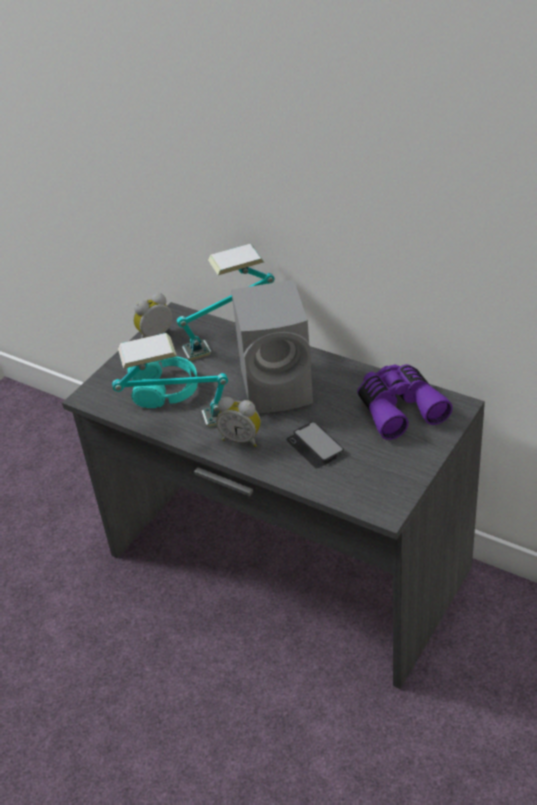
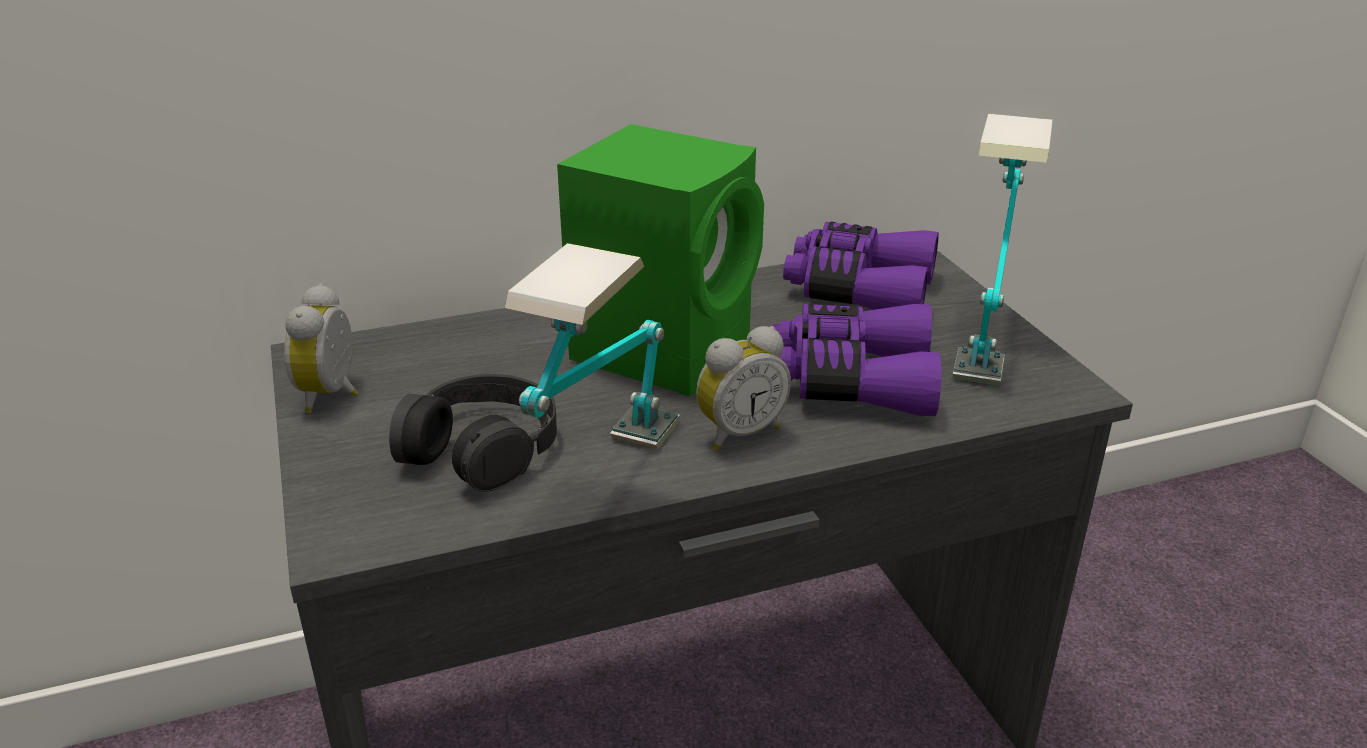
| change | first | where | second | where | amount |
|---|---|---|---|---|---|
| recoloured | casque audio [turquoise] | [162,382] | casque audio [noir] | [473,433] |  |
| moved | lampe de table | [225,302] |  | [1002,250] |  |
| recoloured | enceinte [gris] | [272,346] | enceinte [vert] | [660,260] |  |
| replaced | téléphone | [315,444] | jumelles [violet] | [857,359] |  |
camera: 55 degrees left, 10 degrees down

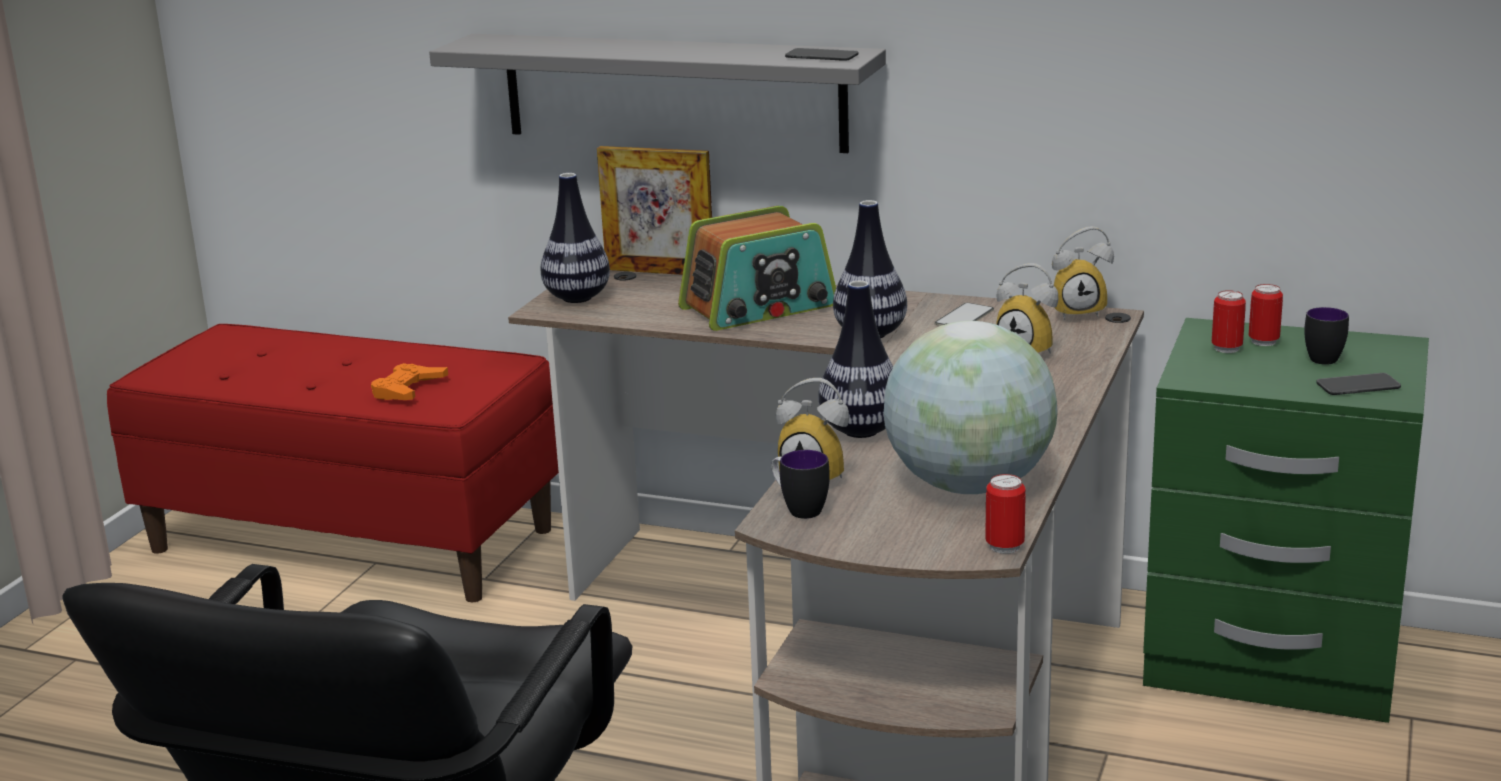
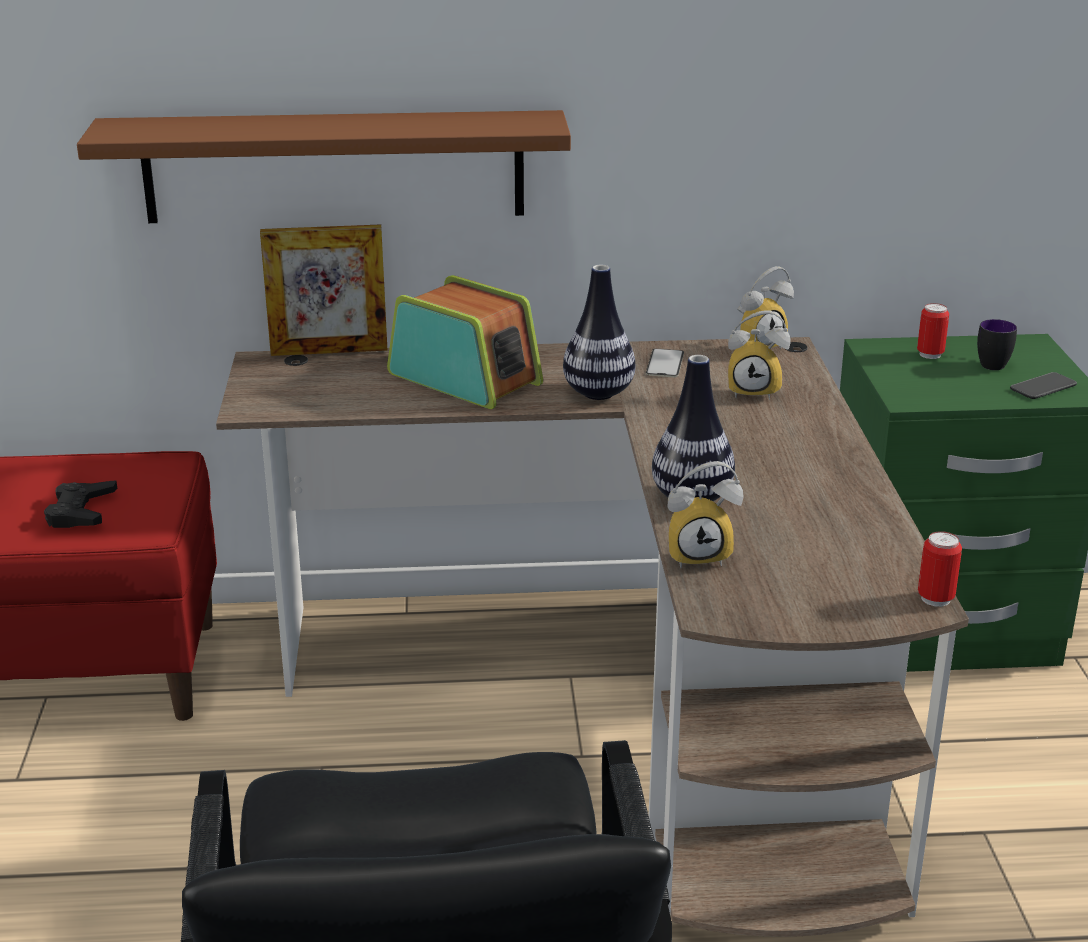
| change | first | where | second | where | amount |
|---|---|---|---|---|---|
| recoloured | manette [orange] | [409,381] | manette [noir] | [81,504] |  |
| recoloured | étagère [gris] | [657,93] | étagère [marron] | [324,166] |  |
| removed | vase | [575,238] |  |  |  |
| turned | radio | [757,268] |  | [465,342] | 90 degrees counterclockwise |
| removed | mug | [800,484] |  |  |  |
| removed | téléphone | [821,54] |  |  |  |
| removed | globe | [971,407] |  |  |  |
| removed | boîte métallique | [1229,321] |  |  |  |
camera: 25 degrees left, 5 degrees up

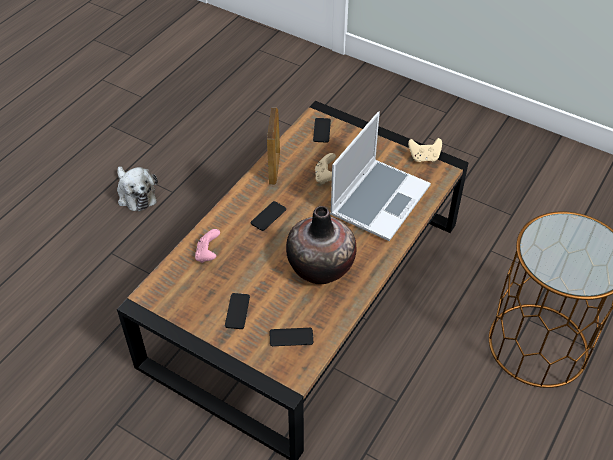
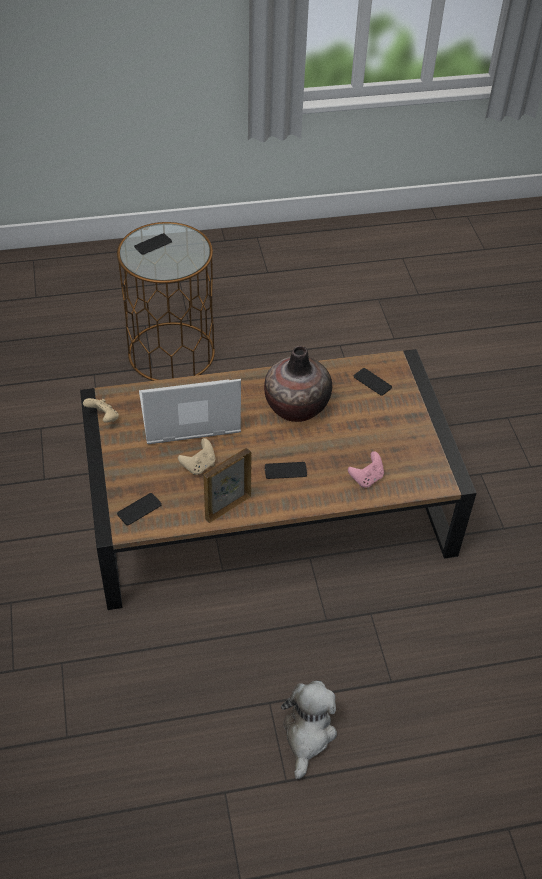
| change | first | where | second | where | amount |
|---|---|---|---|---|---|
| moved | téléphone | [237,311] |  | [153,244] |  |
camera: 135 degrees left, 0 degrees up

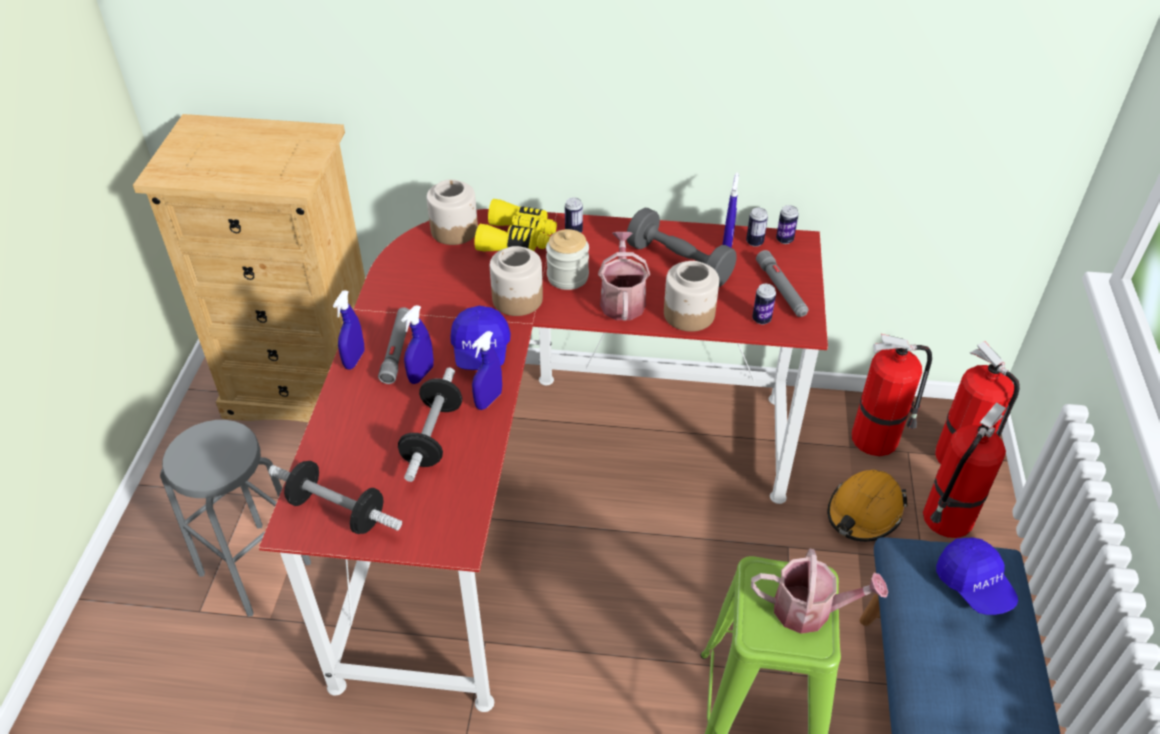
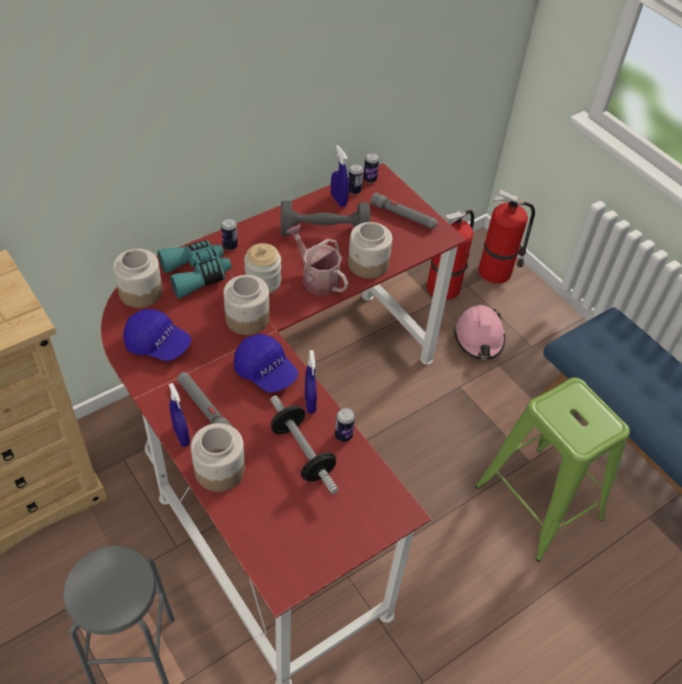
| change | first | where | second | where | amount |
|---|---|---|---|---|---|
| removed | haltère | [335,497] |  |  |  |
| removed | vaporisateur [bleu] | [417,344] |  |  |  |
| recoloured | jumelles [jaune] | [515,225] | jumelles [turquoise] | [194,269] |  |
| removed | arrosoir | [819,591] |  |  |  |
| moved | boîte métallique | [764,304] |  | [345,425] |  |
| recoloured | casque de chantier [orange] | [867,506] | casque de chantier [rose] | [479,332] |  |
| removed | extincteur | [964,470] |  |  |  |
| moved | casquette [bleu] | [977,576] |  | [157,335] |  |
| added |  |  | bocal | [218,457] |  |
camera: 45 degrees left, 5 degrees up

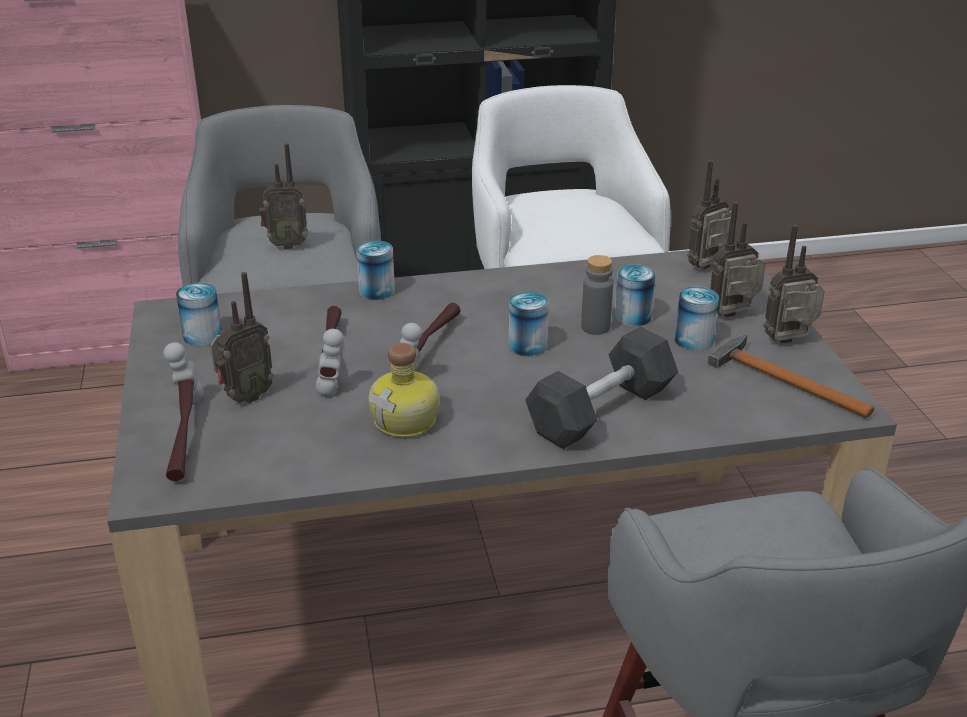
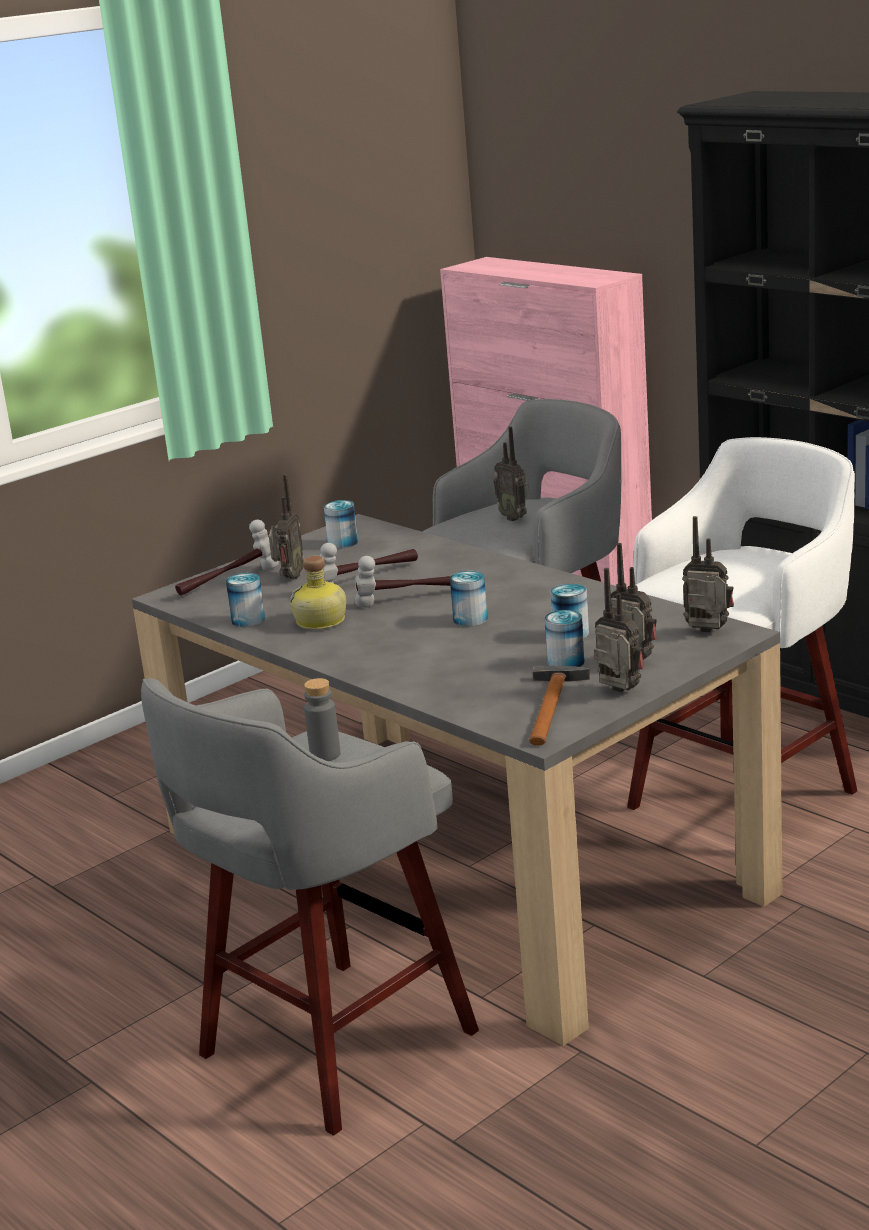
| change | first | where | second | where | amount |
|---|---|---|---|---|---|
| turned | radio | [242,337] |  | [286,526] | 90 degrees counterclockwise |
| moved | boîte métallique | [375,270] |  | [245,600] |  |
| removed | haltère [gris] | [601,388] |  |  |  |
| moved | bouteille [gris] | [597,295] |  | [322,719] |  |
camera: 60 degrees right, 10 degrees down

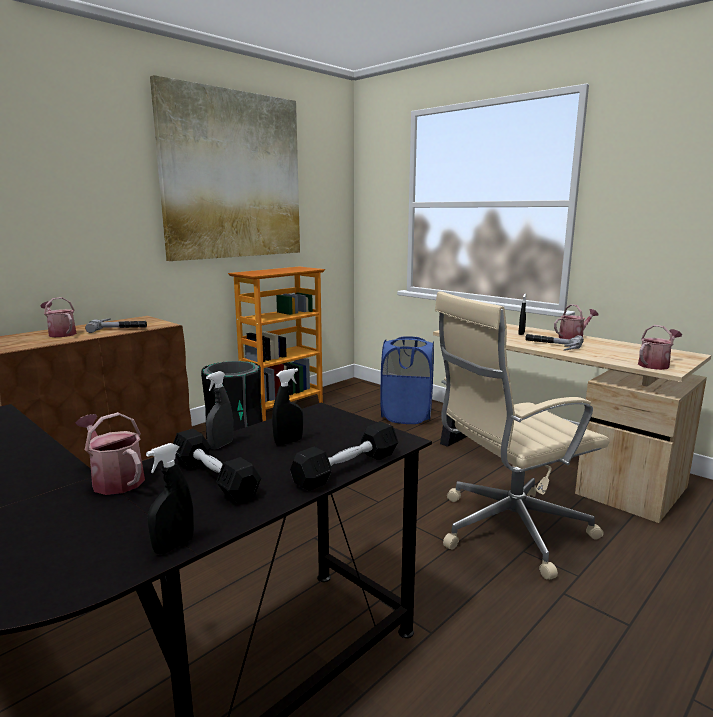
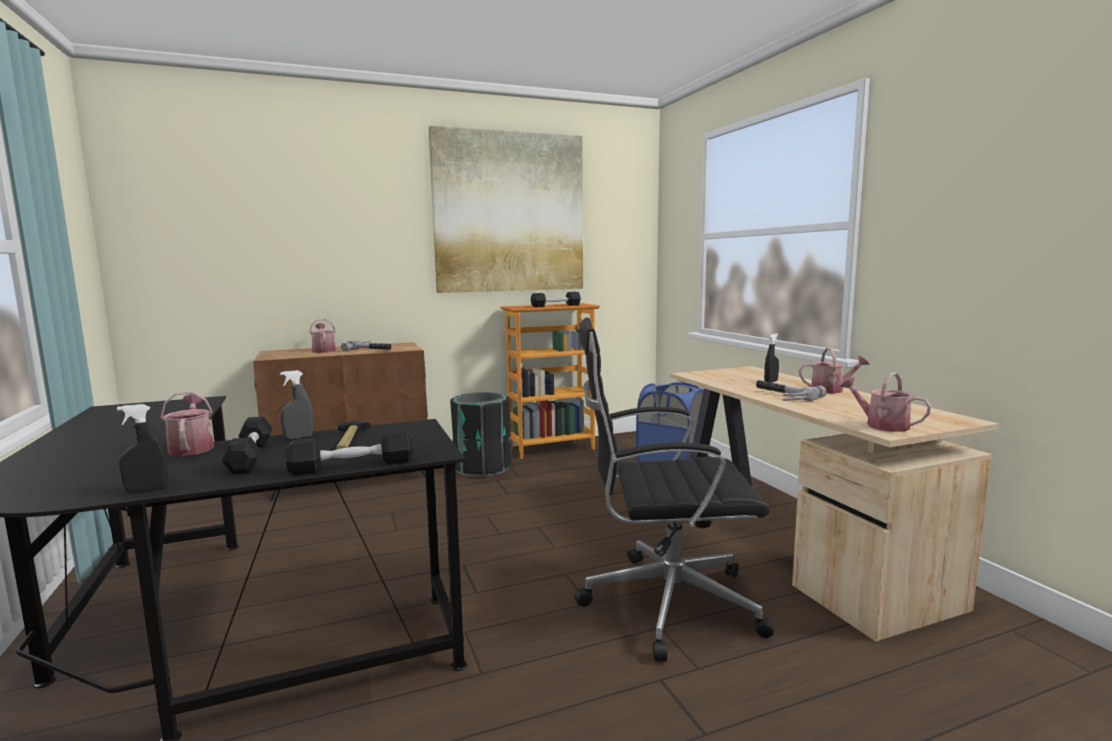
| change | first | where | second | where | amount |
|---|---|---|---|---|---|
| replaced | vaporisateur [noir] | [287,406] | marteau | [353,435] |  |
| recoloured | chaise de bureau [beige] | [522,435] | chaise de bureau [noir] | [674,489] |  |
| turned | arrosoir | [660,347] |  | [885,402] | 120 degrees counterclockwise |
| added |  |  | haltère [noir] | [556,299] |  |
camera: 25 degrees right, 5 degrees down

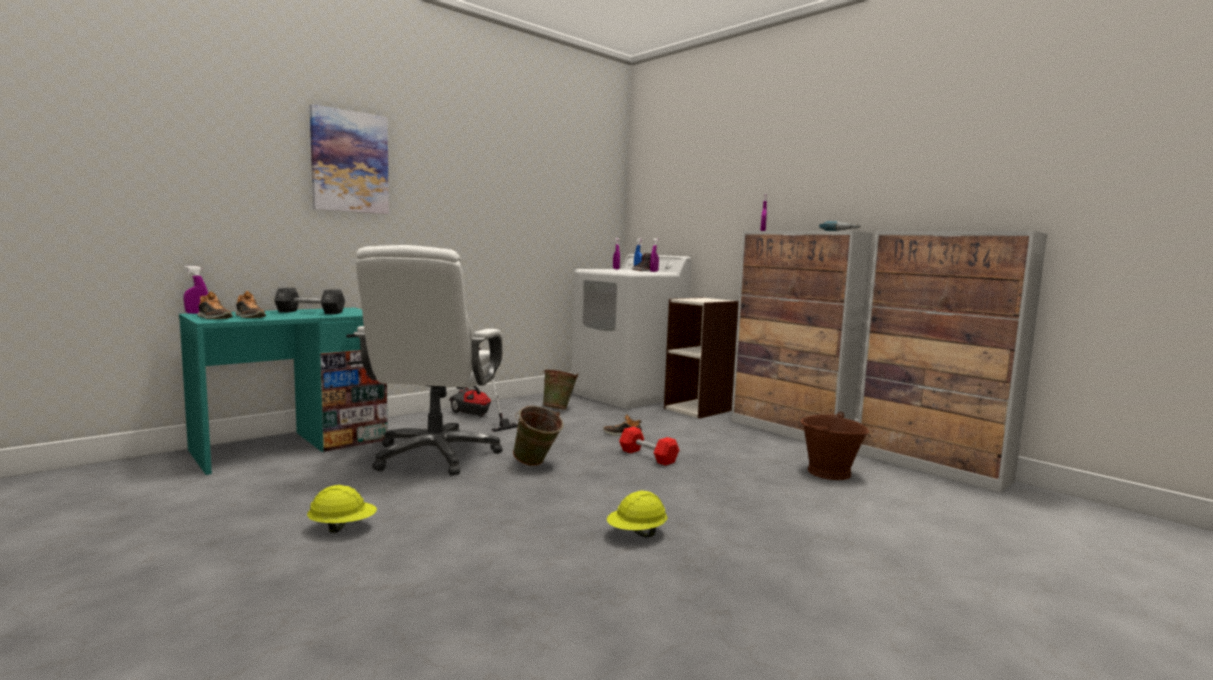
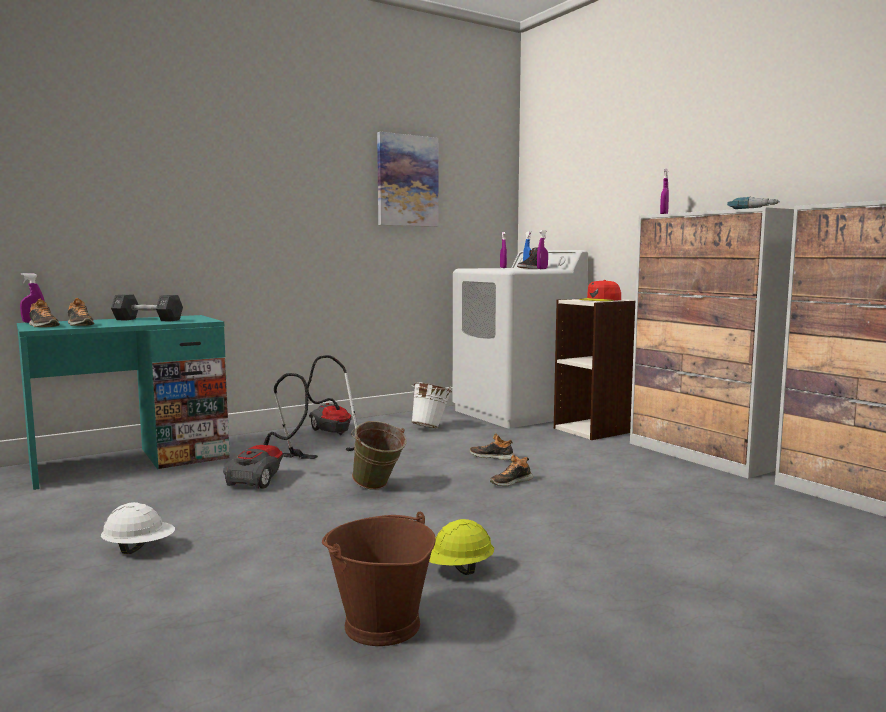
| change | first | where | second | where | amount |
|---|---|---|---|---|---|
| recoloured | casque de chantier [jaune] | [342,509] | casque de chantier [blanc] | [138,528] |  |
| moved | tableau | [349,159] |  | [407,179] |  |
| replaced | chaise de bureau [blanc] | [428,360] | aspirateur | [270,431] |  |
| recoloured | seau [vert] | [560,389] | seau [blanc] | [431,405] |  |
| replaced | haltère [rouge] | [649,446] | chaussure | [511,470] |  |
| moved | seau [marron] | [834,446] |  | [379,579] |  |
| added |  |  | casquette [rouge] | [600,290] |  |
camera: 10 degrees right, 0 degrees up

